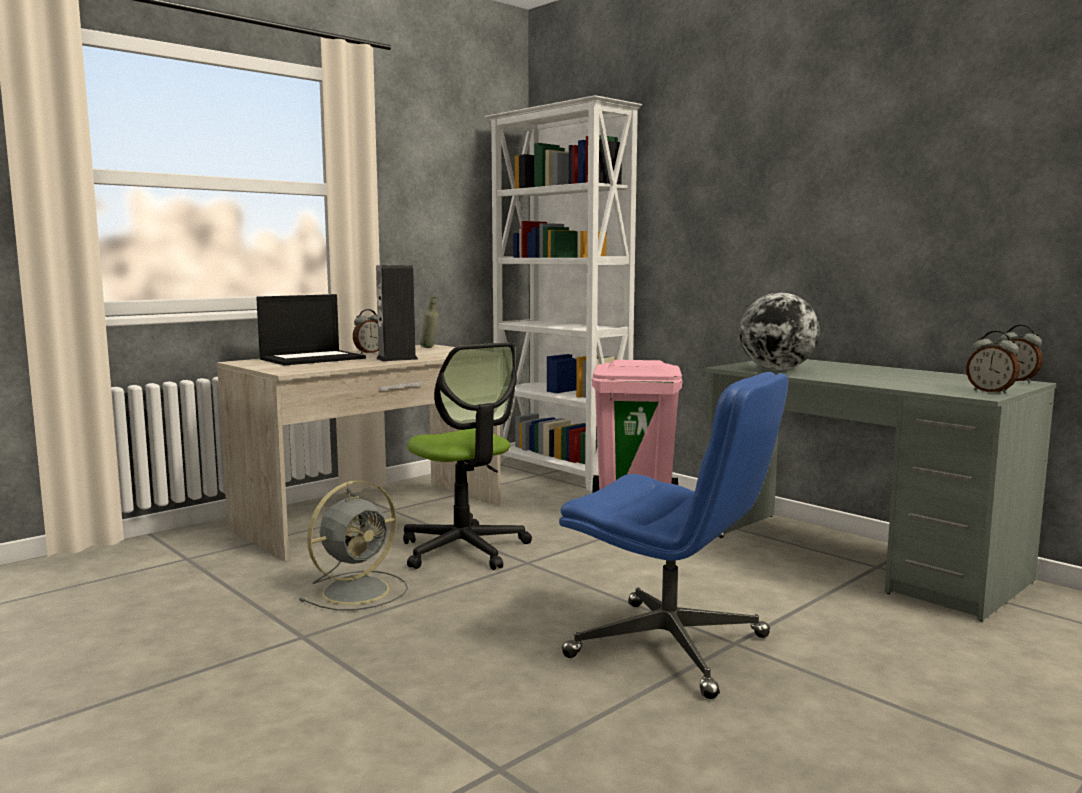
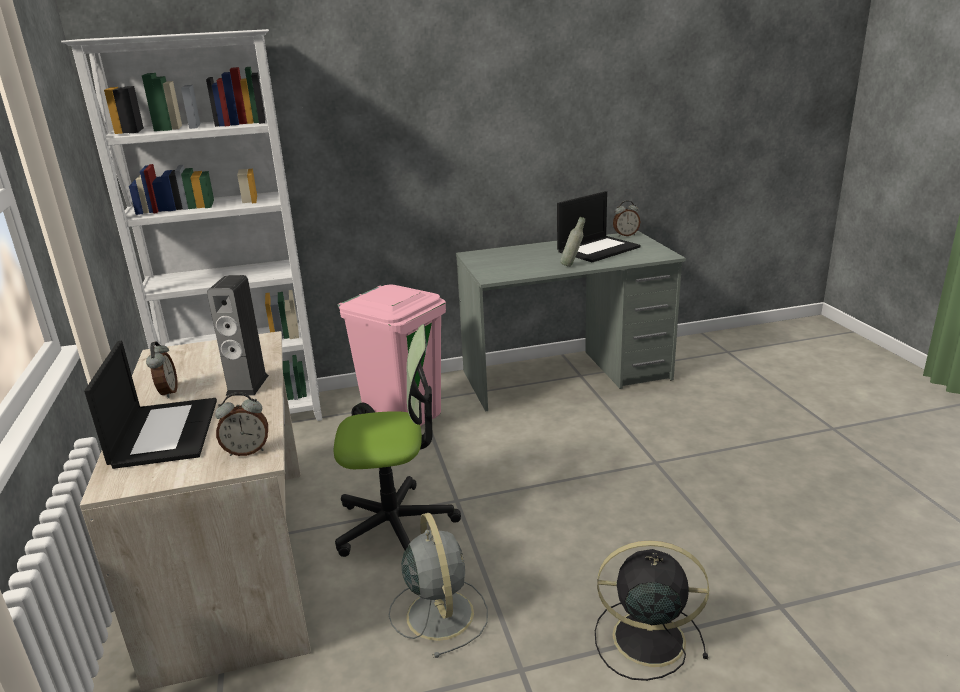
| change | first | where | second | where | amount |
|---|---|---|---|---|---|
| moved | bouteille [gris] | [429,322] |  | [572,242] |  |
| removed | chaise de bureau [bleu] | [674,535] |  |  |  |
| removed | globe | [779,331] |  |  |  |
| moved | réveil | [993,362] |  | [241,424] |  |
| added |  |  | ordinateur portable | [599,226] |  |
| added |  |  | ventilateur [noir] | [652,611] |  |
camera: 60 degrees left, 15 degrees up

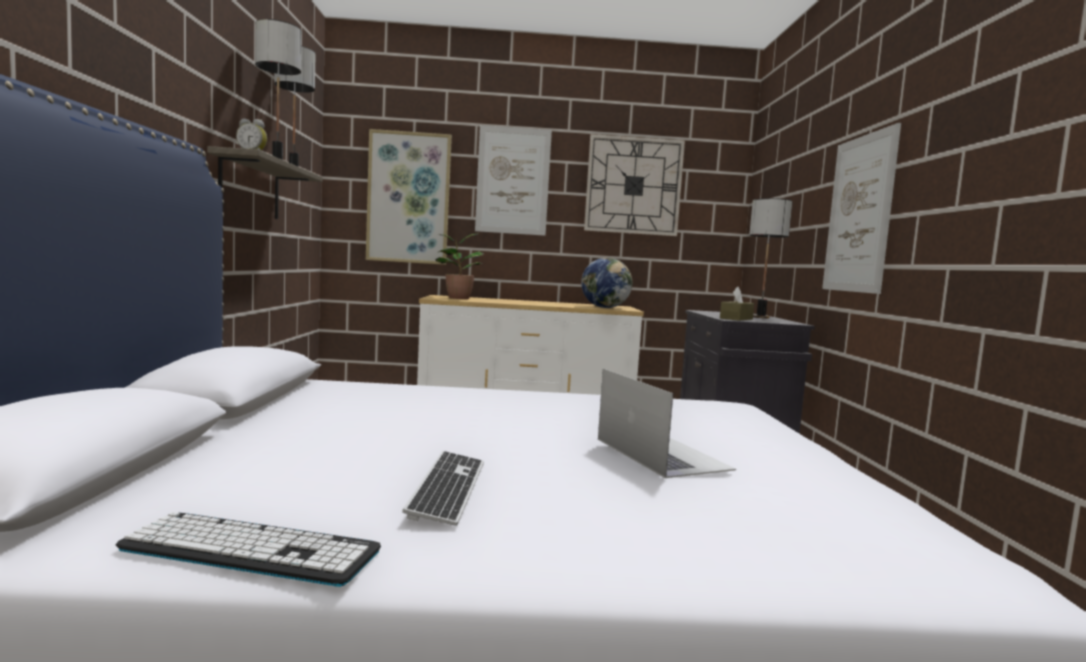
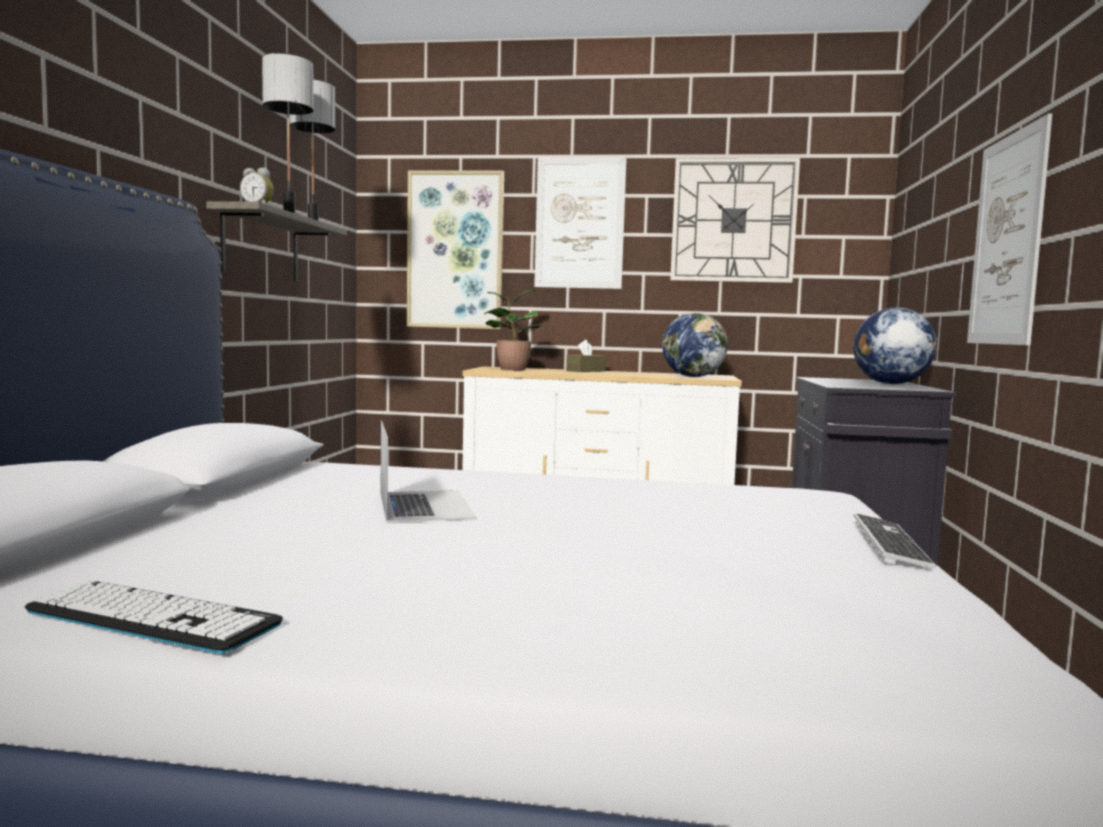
| change | first | where | second | where | amount |
|---|---|---|---|---|---|
| moved | clavier | [443,488] |  | [895,540] |  |
| moved | ordinateur portable | [667,423] |  | [429,471] |  |
| moved | boîte à mouchoirs [marron] | [737,304] |  | [586,356] |  |
| replaced | lampe de table | [770,258] | globe | [895,345] |  |
camera: 10 degrees right, 0 degrees up

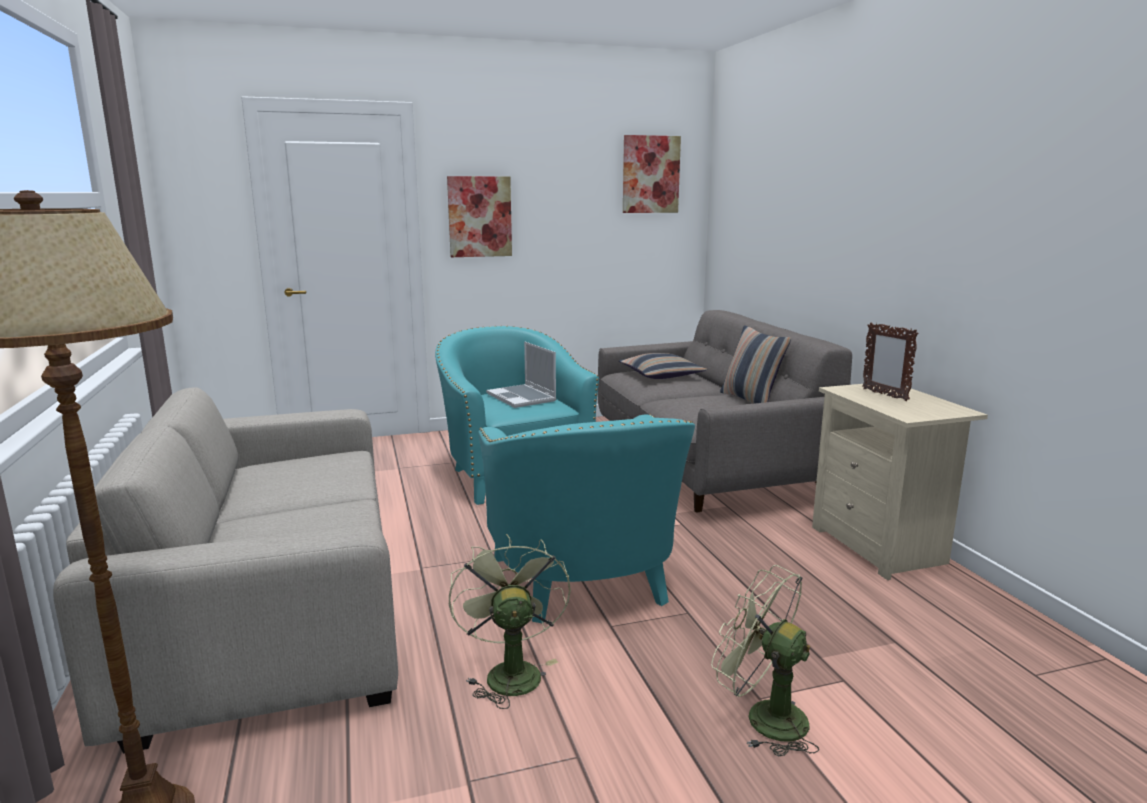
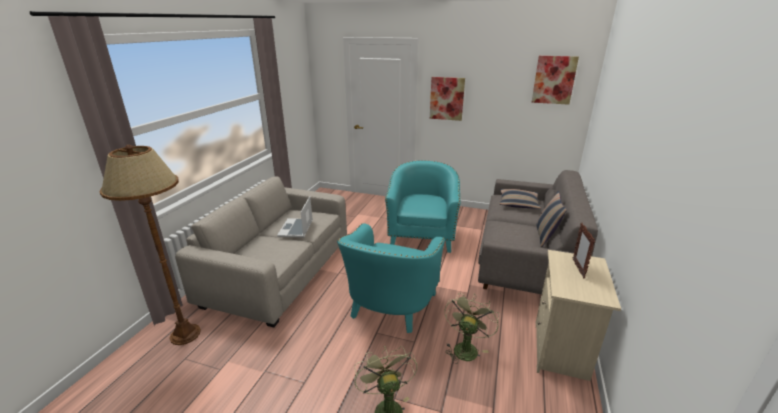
| change | first | where | second | where | amount |
|---|---|---|---|---|---|
| moved | ventilateur [vert] | [510,621] |  | [471,328] |  |
| moved | ordinateur portable | [521,374] |  | [295,217] |  |
camera: 35 degrees right, 10 degrees up

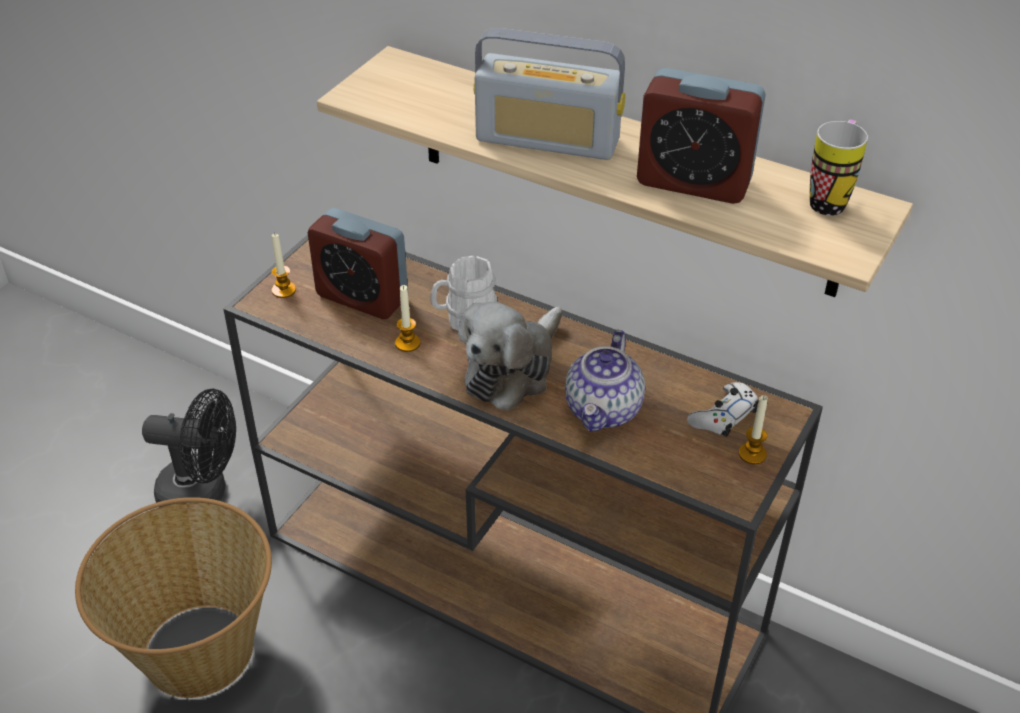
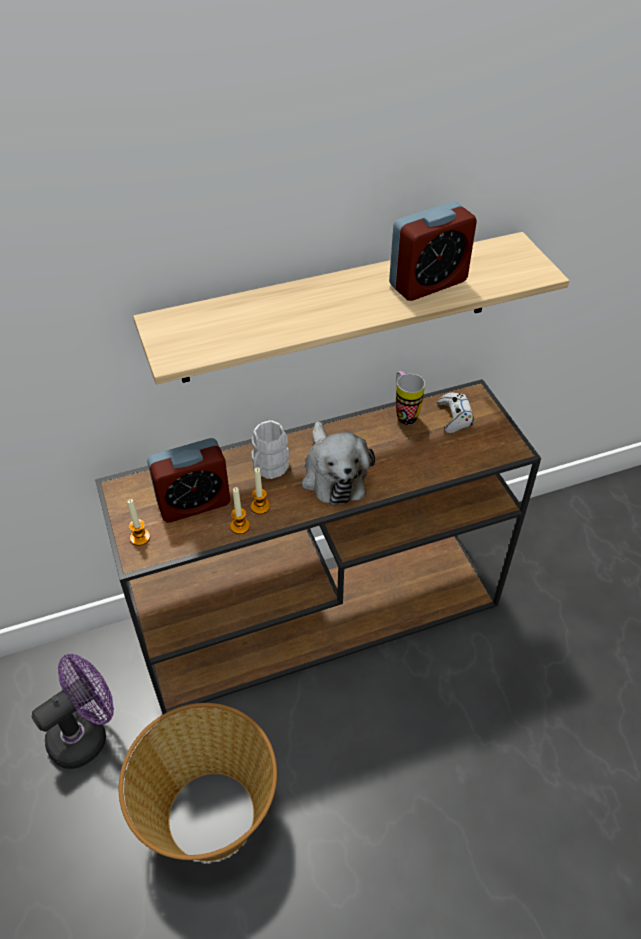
| change | first | where | second | where | amount |
|---|---|---|---|---|---|
| recoloured | ventilateur [noir] | [189,448] | ventilateur [violet] | [72,711] |  |
| removed | radio | [549,94] |  |  |  |
| removed | théière | [605,381] |  |  |  |
| moved | bougie | [753,430] |  | [240,510] |  |
| moved | mug | [839,168] |  | [410,398] |  |
camera: 50 degrees left, 5 degrees up

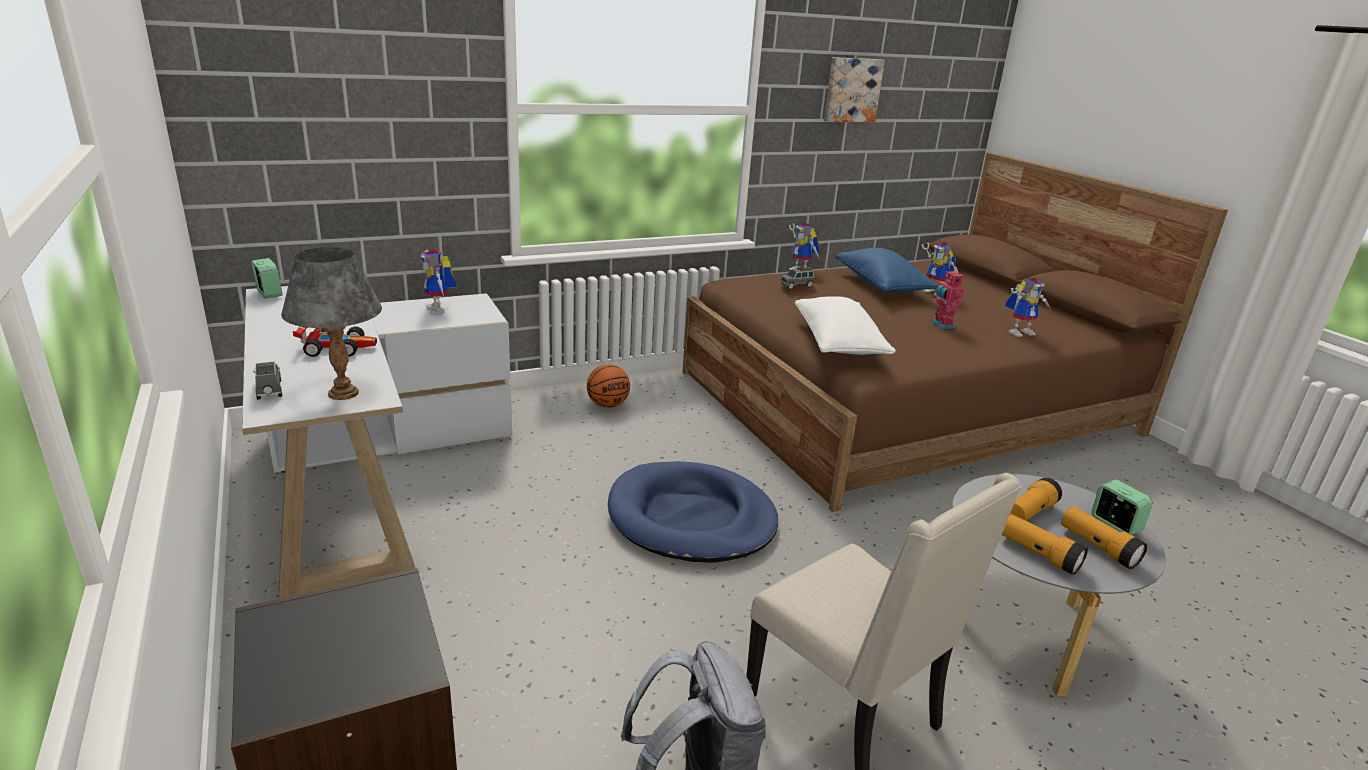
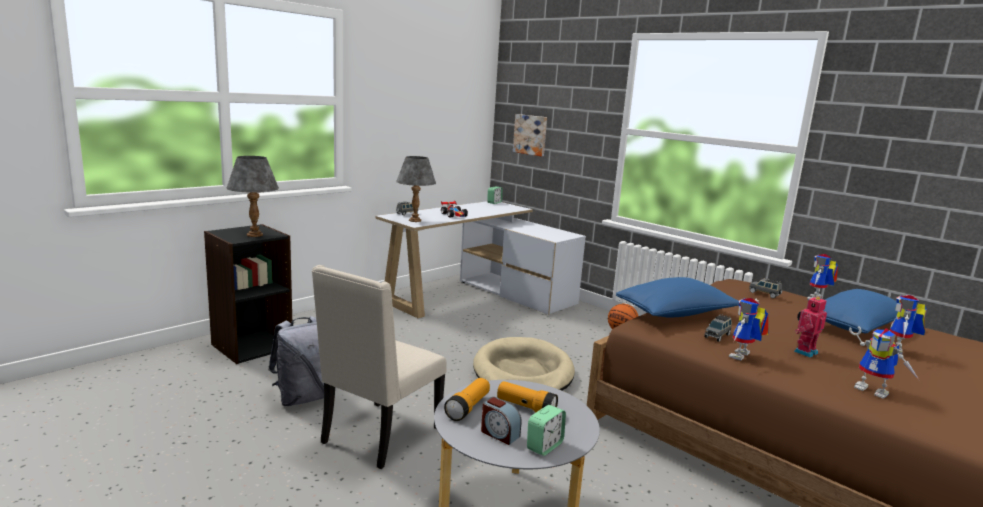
| change | first | where | second | where | amount |
|---|---|---|---|---|---|
| moved | robot jouet | [438,282] |  | [749,329] |  |
| recoloured | panier pour chien [bleu] | [693,512] | panier pour chien [beige] | [524,363] |  |
| recoloured | coussin [blanc] | [845,326] | coussin [bleu] | [677,297] |  |
| moved | tableau | [854,89] |  | [530,135] |  |
| replaced | lampe de poche | [1104,538] | réveil | [501,421] |  |
| added |  |  | lampe de table [gris] | [252,196] |  |
| added |  |  | petite voiture [gris] | [718,328] |  |
camera: 70 degrees right, 10 degrees down

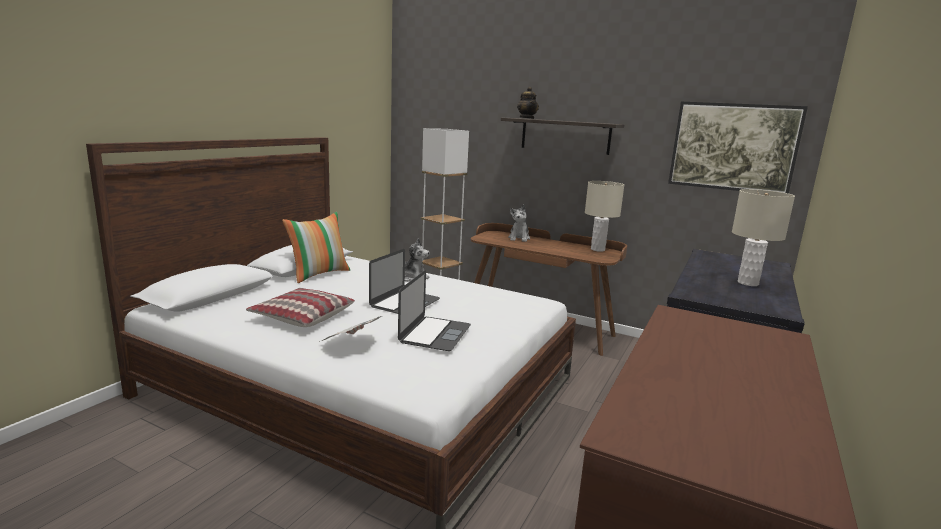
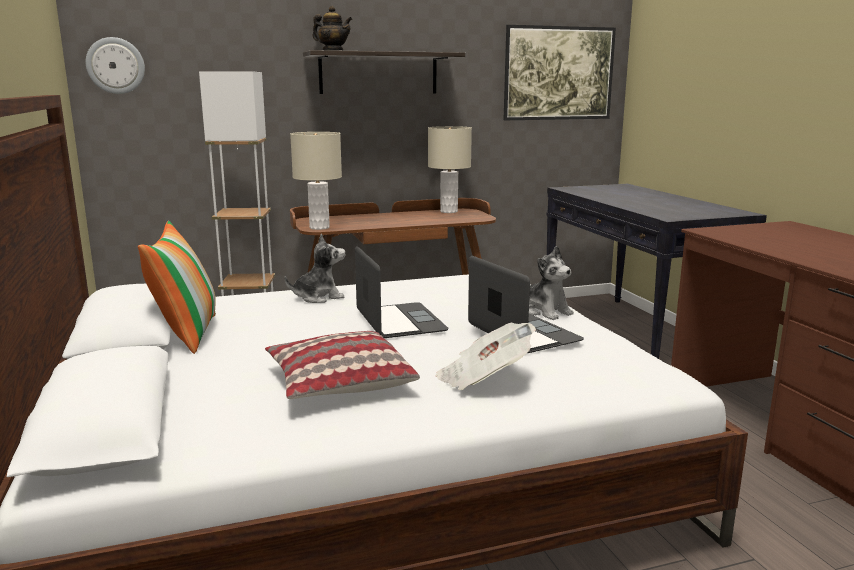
| change | first | where | second | where | amount |
|---|---|---|---|---|---|
| moved | peluche | [519,223] |  | [551,283] |  |
| moved | lampe de table [beige] | [763,237] |  | [316,181] |  |
| added |  |  | horloge murale | [115,65] |  |
camera: 45 degrees left, 0 degrees up

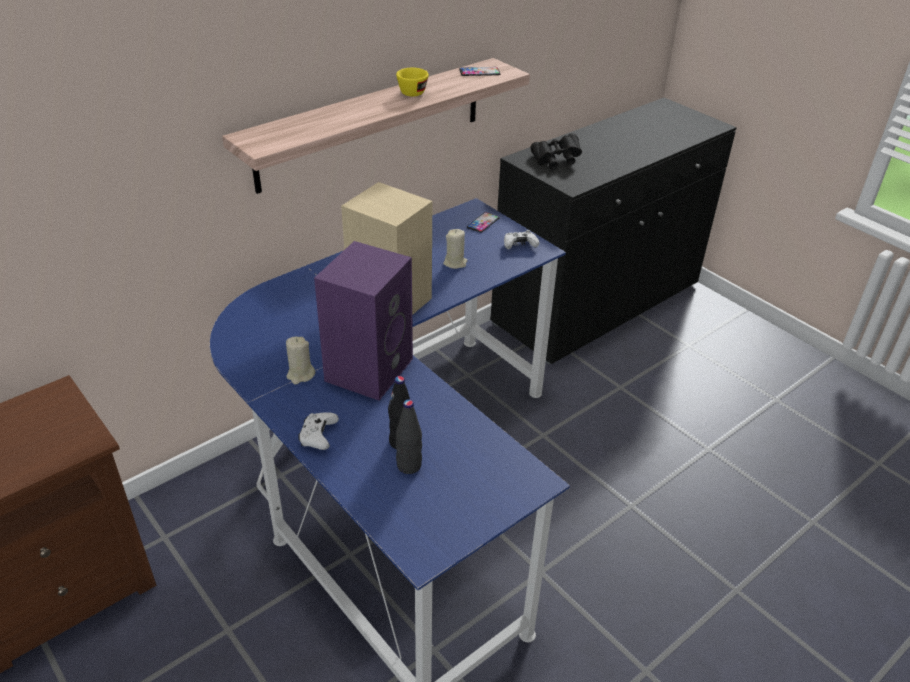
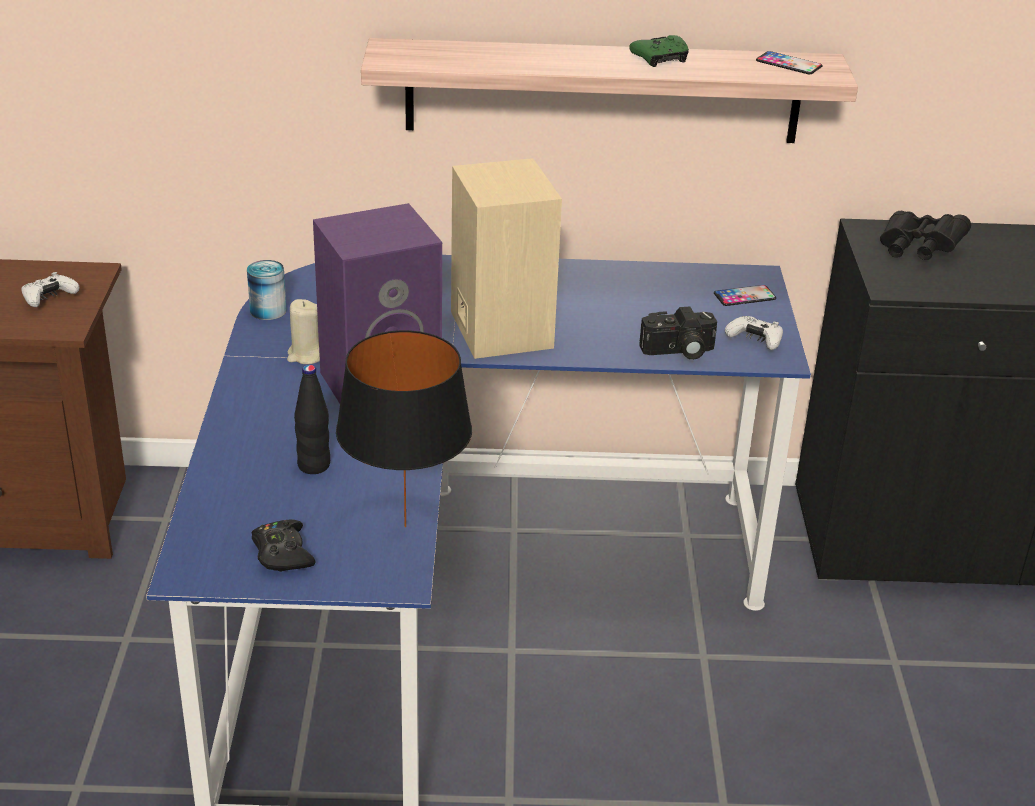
| change | first | where | second | where | amount |
|---|---|---|---|---|---|
| moved | manette [blanc] | [318,431] |  | [50,289] |  |
| replaced | tasse [jaune] | [412,82] | manette [vert] | [659,51] |  |
| removed | bouteille [noir] | [409,436] |  |  |  |
| removed | bougie [beige] | [455,249] |  |  |  |
| added |  |  | boîte métallique | [266,290] |  |
| added |  |  | manette [noir] | [284,546] |  |
| added |  |  | lampe de table [noir] | [404,428] |  |
| added |  |  | appareil photo | [678,333] |  |
camera: 40 degrees right, 5 degrees down

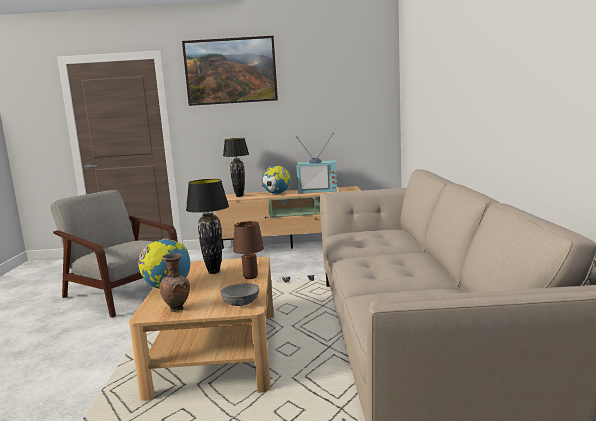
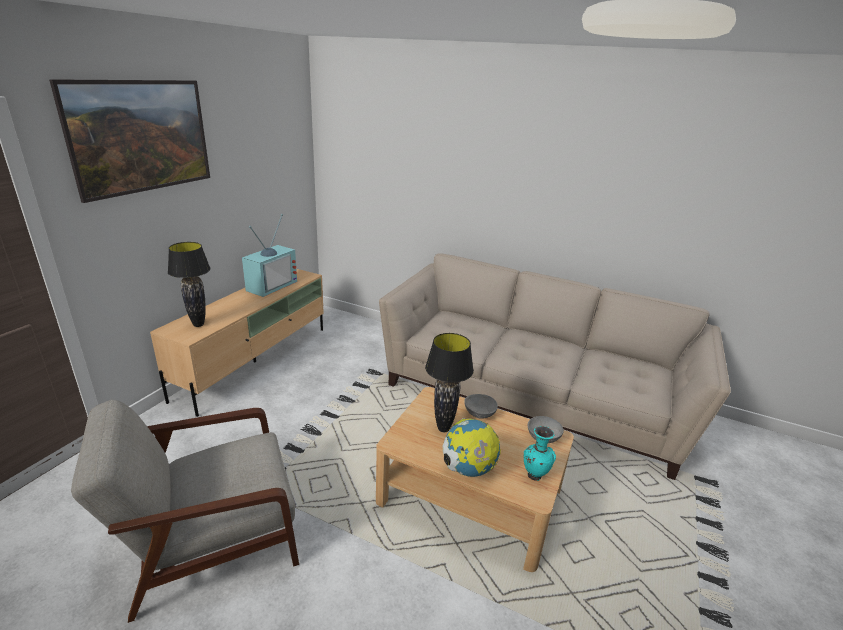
| change | first | where | second | where | amount |
|---|---|---|---|---|---|
| recoloured | vase [marron] | [175,282] | vase [turquoise] | [540,453] |  |
| replaced | lampe de table [marron] | [248,250] | bol [gris] | [481,406] |  |
| removed | globe | [276,180] |  |  |  |
camera: 65 degrees left, 15 degrees up

